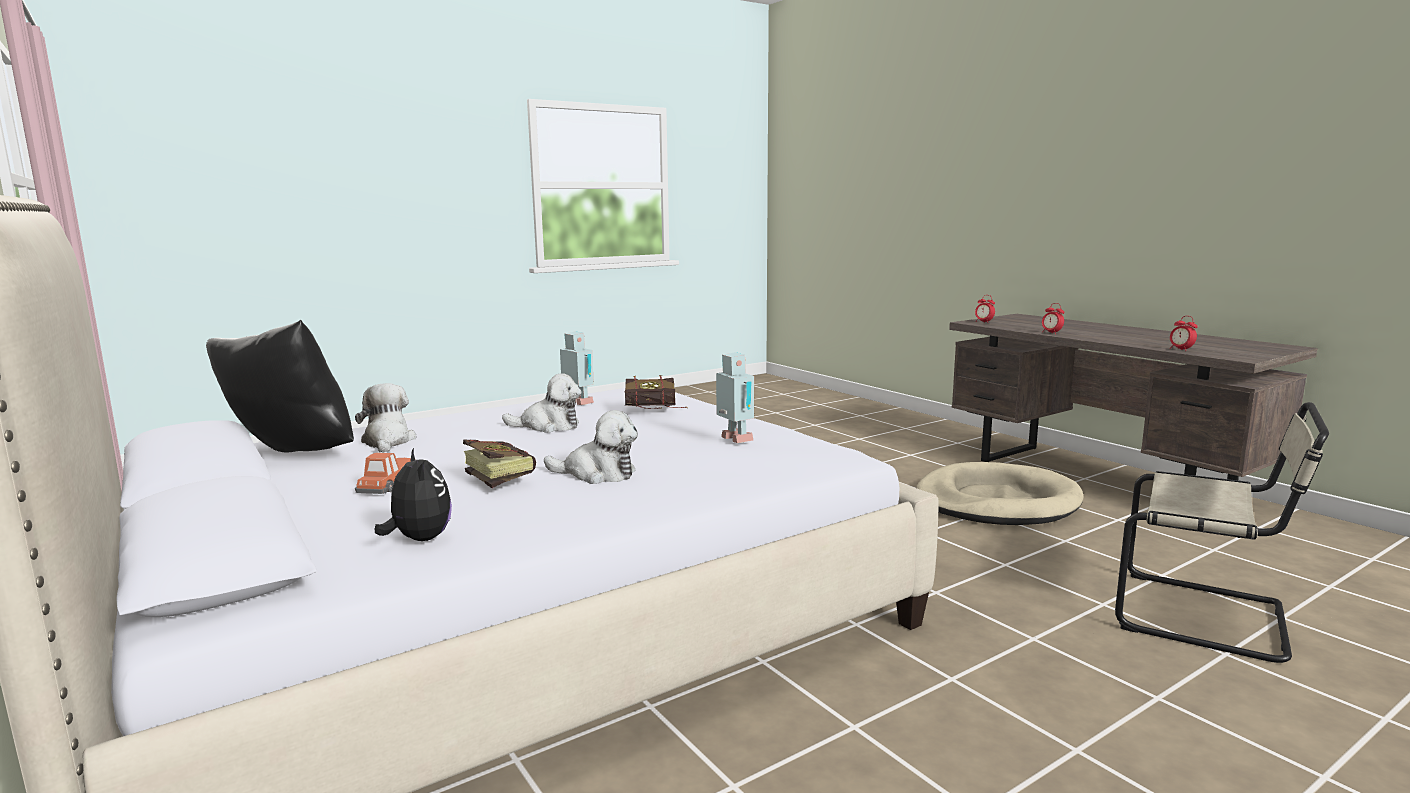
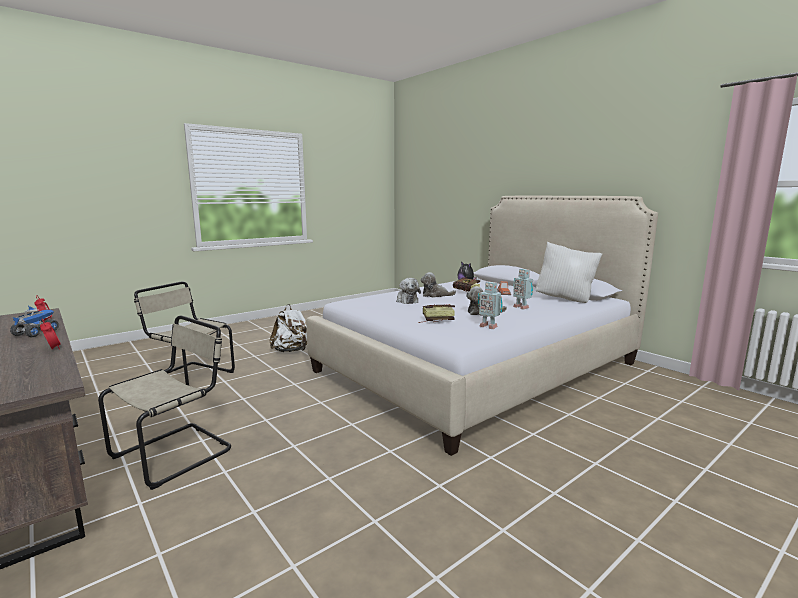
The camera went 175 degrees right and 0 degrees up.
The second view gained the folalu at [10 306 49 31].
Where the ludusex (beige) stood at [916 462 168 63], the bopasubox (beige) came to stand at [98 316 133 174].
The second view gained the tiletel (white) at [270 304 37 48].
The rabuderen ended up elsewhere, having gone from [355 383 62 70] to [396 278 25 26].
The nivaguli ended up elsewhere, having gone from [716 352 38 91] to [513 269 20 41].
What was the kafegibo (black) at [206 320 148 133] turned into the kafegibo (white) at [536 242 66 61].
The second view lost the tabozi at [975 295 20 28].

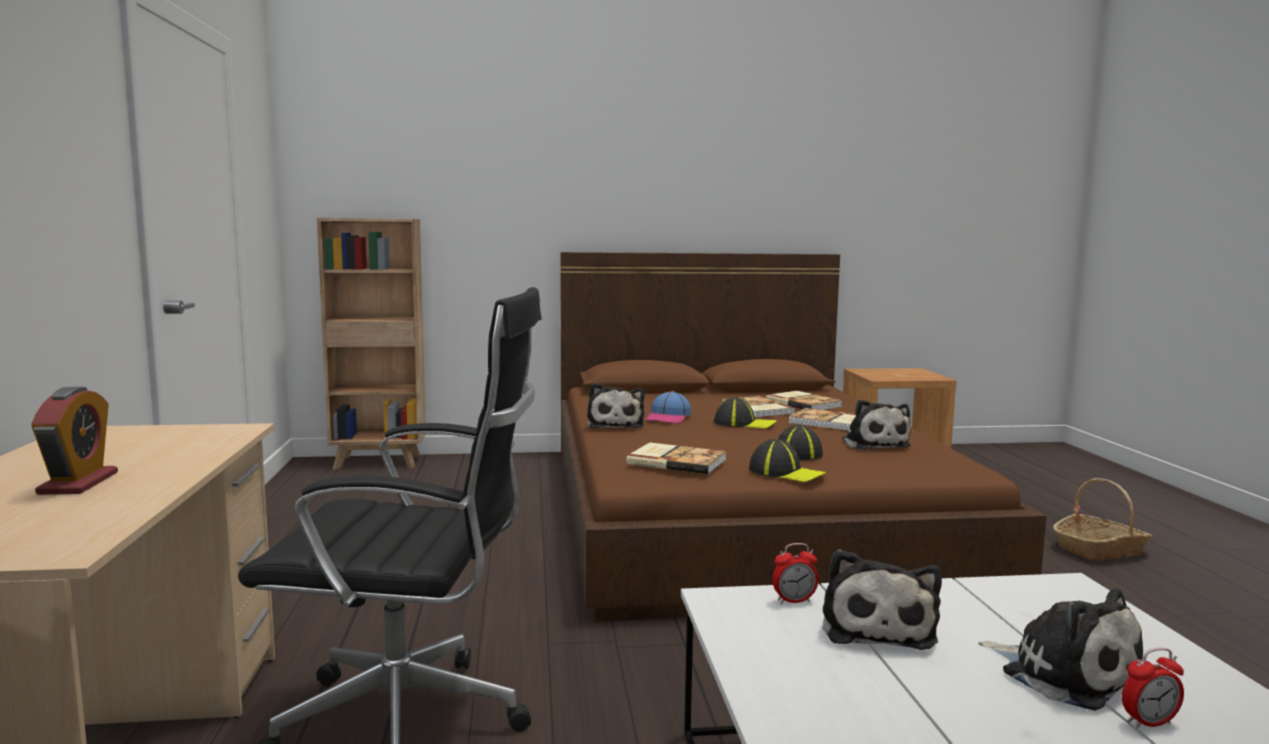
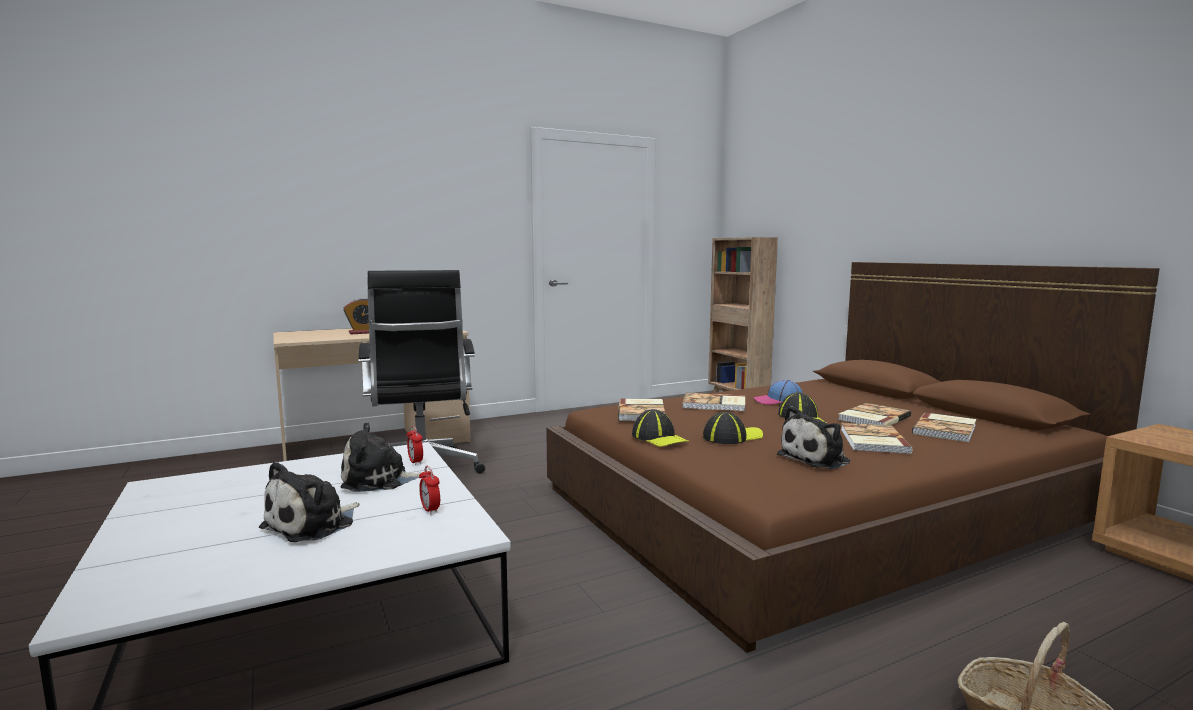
The camera went 70 degrees right and 0 degrees up.
The tabozi ended up elsewhere, having gone from [1122 648 62 81] to [419 466 21 49].
The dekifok at [749 439 78 43] ended up facing another way, 45 degrees counterclockwise from before.
The second view gained the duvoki at [682 393 63 19].
The second view lost the rabuderen at [587 383 57 46].

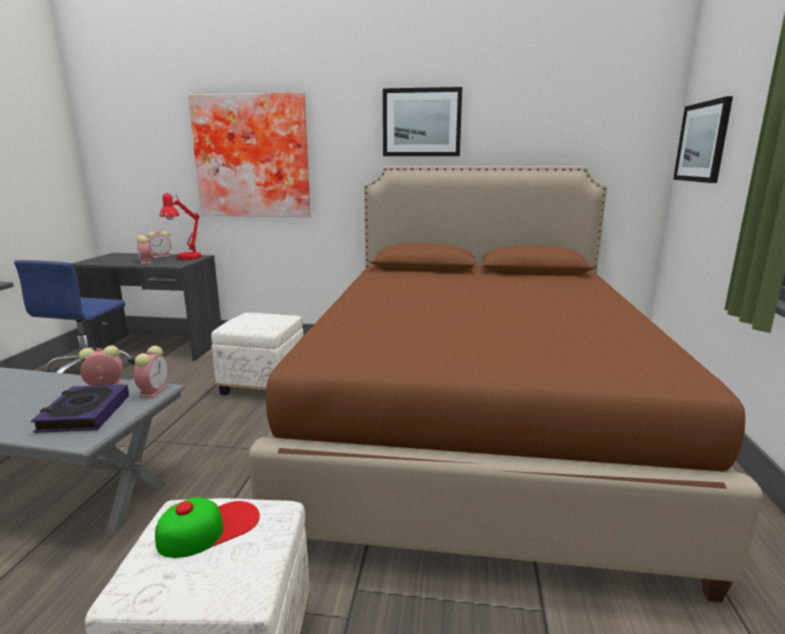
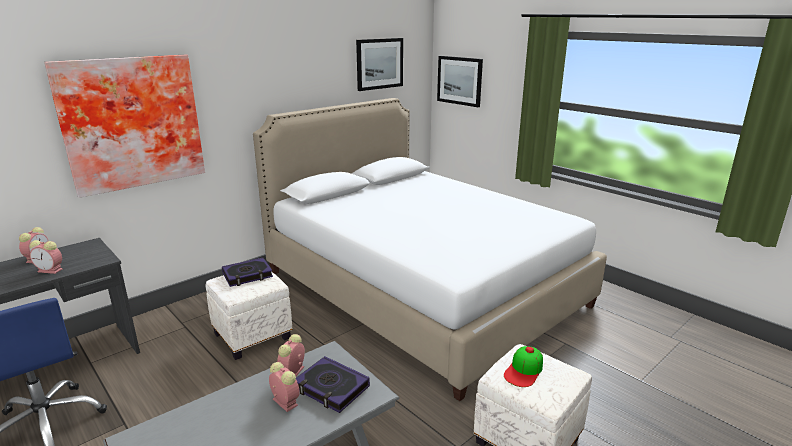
The camera went 50 degrees left and 5 degrees up.
The second view gained the duvoki at [222 258 51 29].
What was the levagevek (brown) at [249 166 514 436] turned into the levagevek (white) at [253 98 354 303].
The tabozi ended up elsewhere, having gone from [134 346 34 52] to [269 362 31 50].
The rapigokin ended up elsewhere, having gone from [383 87 79 69] to [356 38 47 53].
The dekifok at [155 497 105 61] ended up facing another way, 150 degrees counterclockwise from before.
The second view lost the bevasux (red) at [160 193 41 67].

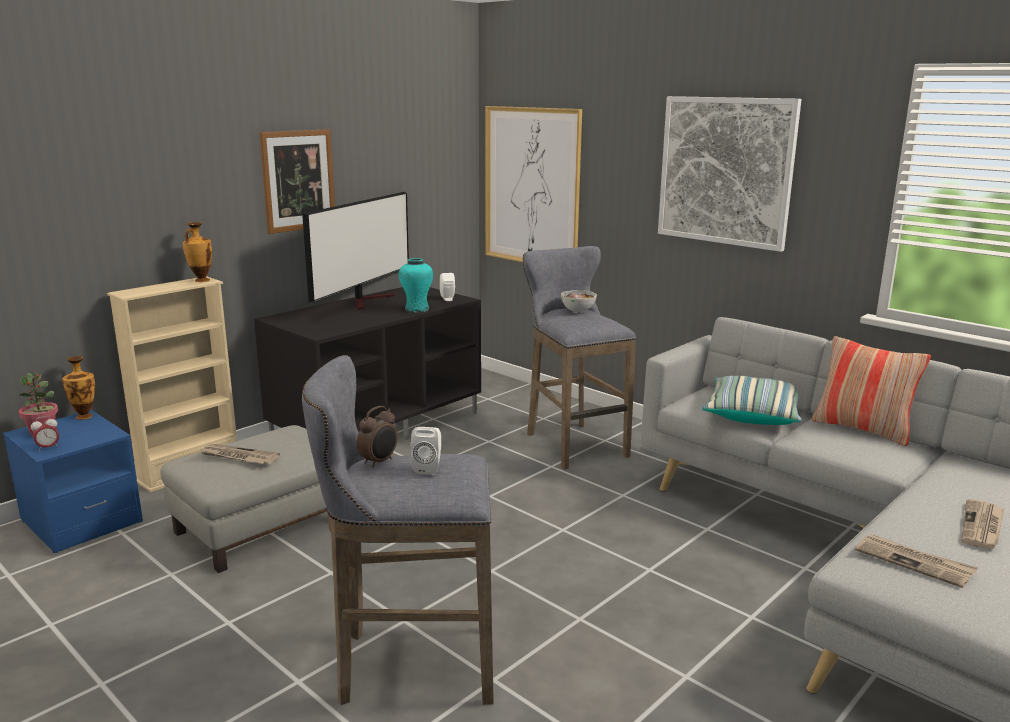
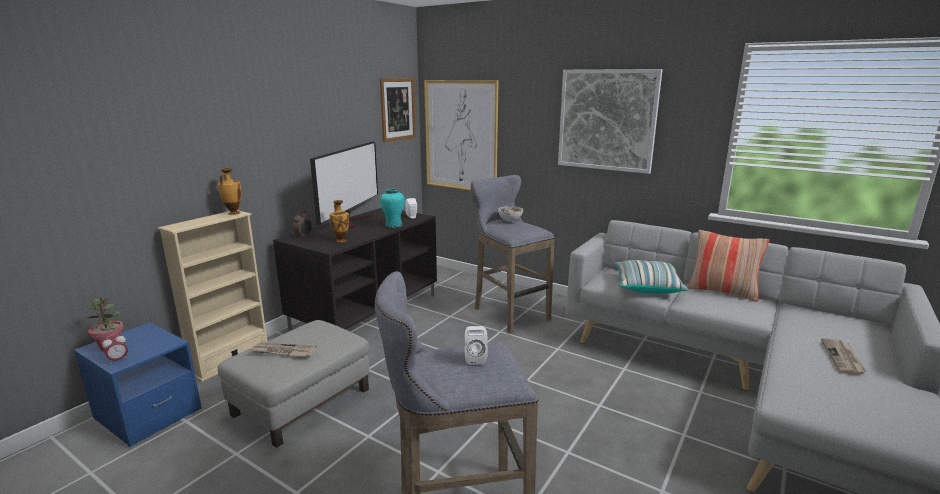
The camera went 10 degrees left and 0 degrees up.
The tabozi ended up elsewhere, having gone from [357 406 41 62] to [293 211 19 28].
The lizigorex ended up elsewhere, having gone from [62 356 33 64] to [329 200 20 43].
The rapigokin ended up elsewhere, having gone from [259 129 76 105] to [380 78 36 64].
The second view lost the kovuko at [855 534 123 54].

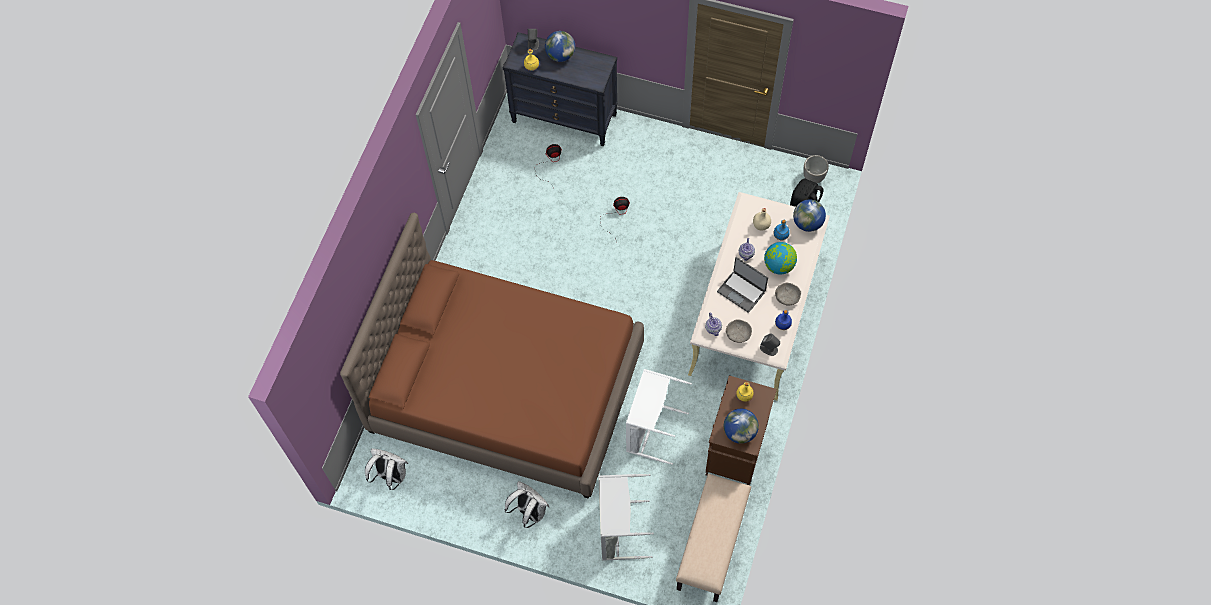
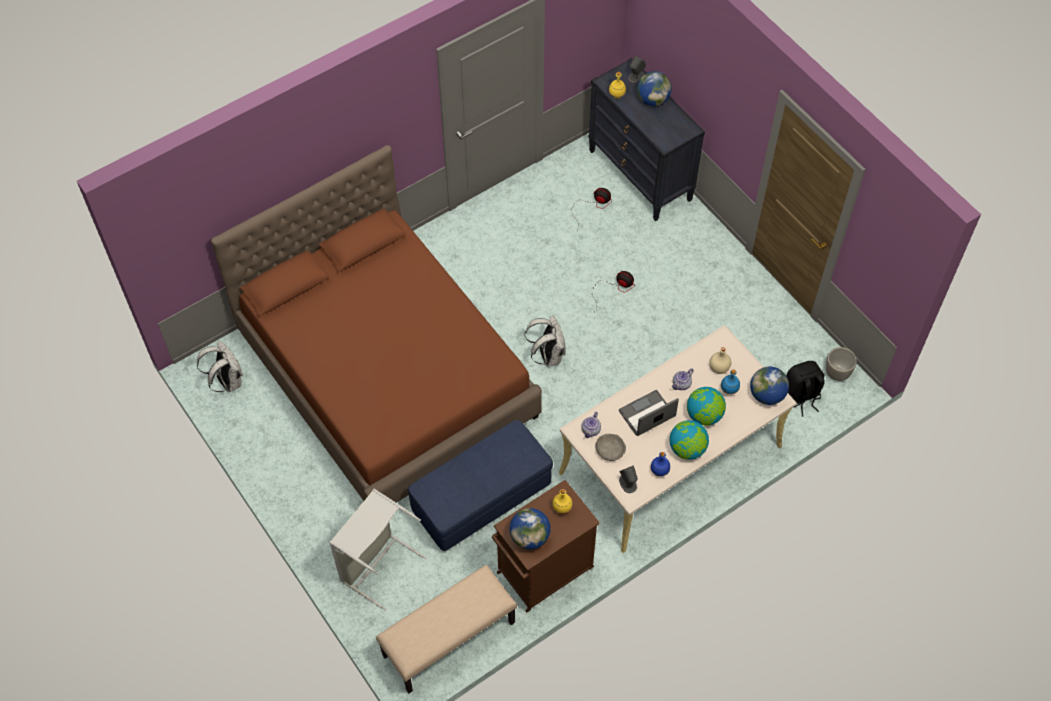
The camera went 35 degrees right and 5 degrees down.
Where the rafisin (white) stood at [626 369 66 96], the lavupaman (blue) came to stand at [408 420 145 131].
The tiletel (white) ended up elsewhere, having gone from [504 481 45 47] to [525 315 41 52].
The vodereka at [717 257 51 56] ended up facing another way, 75 degrees clockwise from before.
Where the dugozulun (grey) stood at [775 283 26 22], the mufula came to stand at [669 420 40 40].

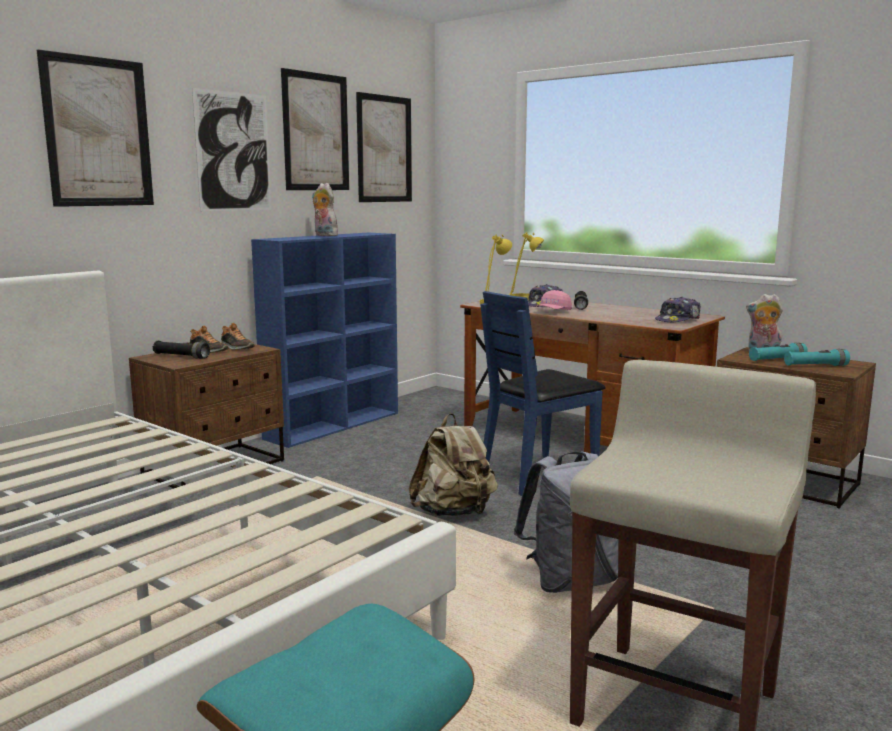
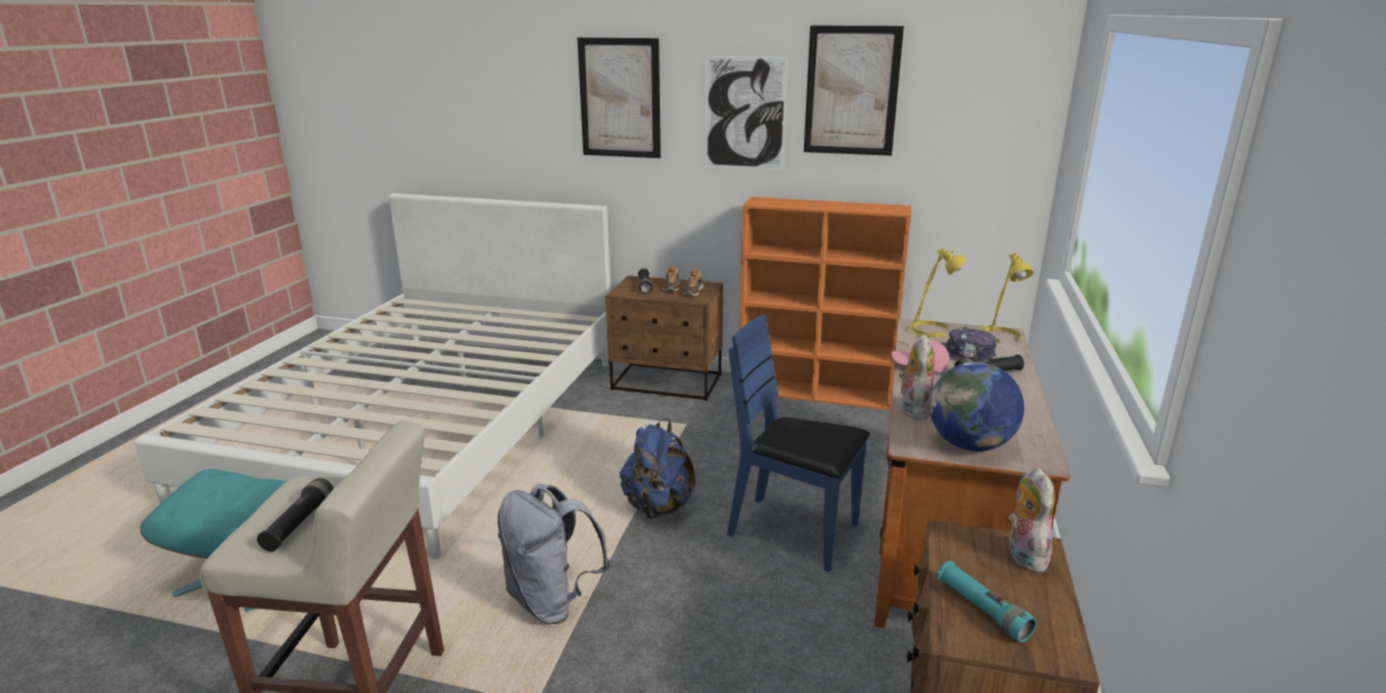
The camera went 65 degrees right and 10 degrees up.
The second view gained the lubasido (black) at [257 478 76 74].
What was the tiletel (beige) at [409 413 89 103] turned into the tiletel (blue) at [620 418 75 101].
What was the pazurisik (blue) at [251 233 147 215] turned into the pazurisik (orange) at [739 197 172 213].
The rabuderen ended up elsewhere, having gone from [312 183 27 53] to [899 334 35 86].
Where the dekifok stood at [655 297 46 25], the mufula came to stand at [930 362 94 89].
The second view lost the rapigokin at [356 92 56 110].
The second view lost the lubasido (turquoise) at [749 343 59 18].

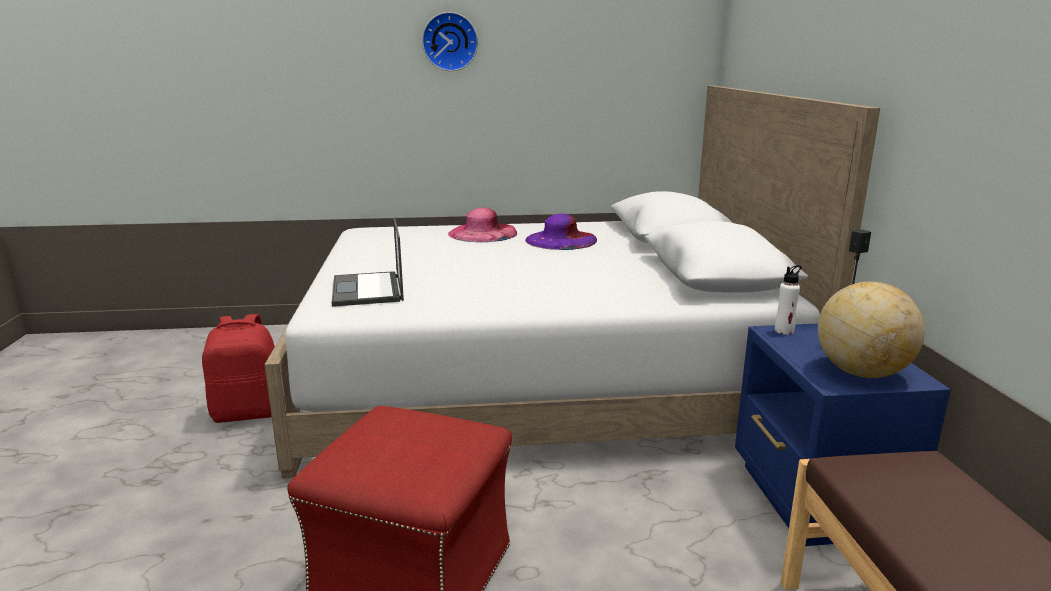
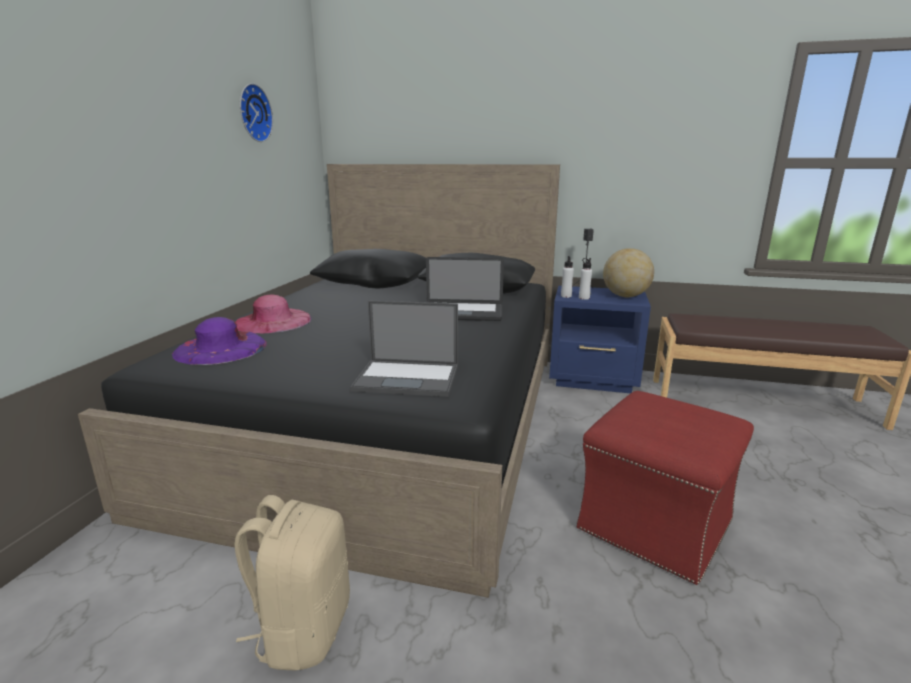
The camera went 70 degrees left and 0 degrees up.
What was the levagevek (white) at [264 86 616 392] turned into the levagevek (black) at [78 164 482 434].
The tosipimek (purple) ended up elsewhere, having gone from [525 214 72 36] to [172 317 95 48].
What was the tiletel (red) at [202 314 73 109] turned into the tiletel (beige) at [234 495 116 175].
The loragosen ended up elsewhere, having gone from [422 12 56 59] to [240 83 33 59].
The second view gained the vodereka at [426 257 78 64].
The second view gained the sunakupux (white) at [579 258 13 42].

